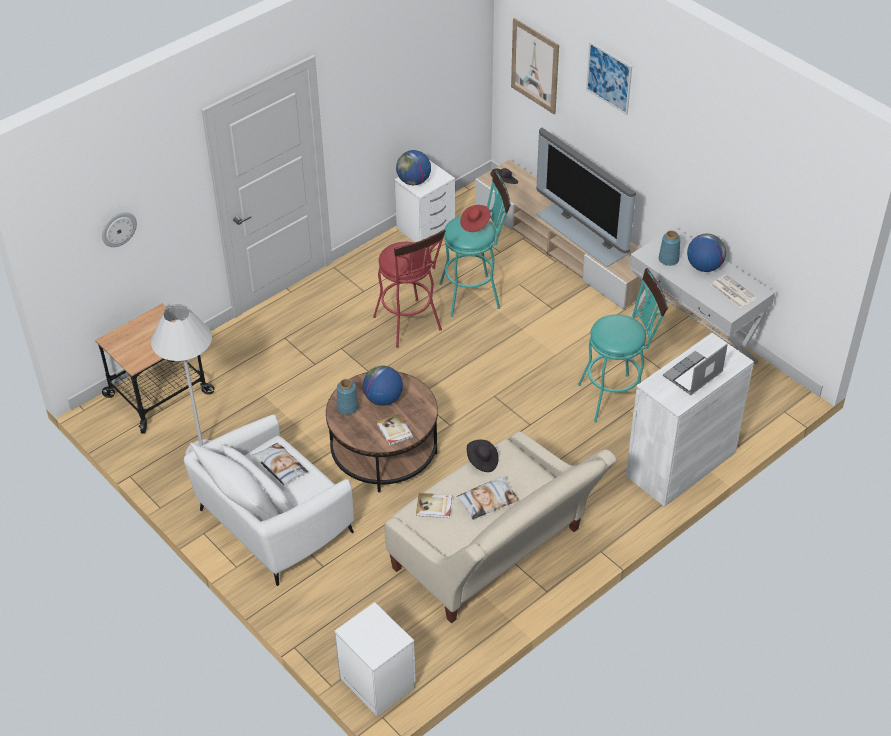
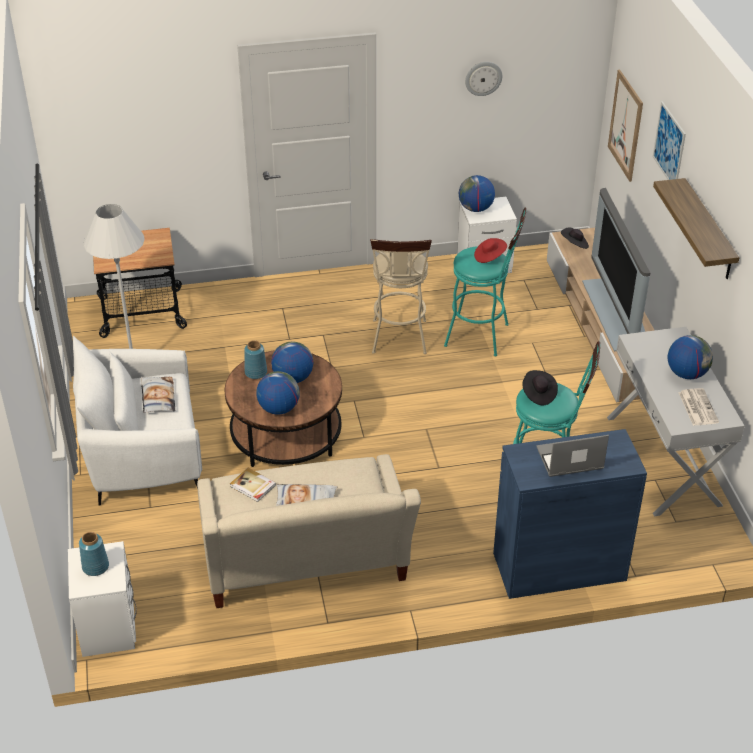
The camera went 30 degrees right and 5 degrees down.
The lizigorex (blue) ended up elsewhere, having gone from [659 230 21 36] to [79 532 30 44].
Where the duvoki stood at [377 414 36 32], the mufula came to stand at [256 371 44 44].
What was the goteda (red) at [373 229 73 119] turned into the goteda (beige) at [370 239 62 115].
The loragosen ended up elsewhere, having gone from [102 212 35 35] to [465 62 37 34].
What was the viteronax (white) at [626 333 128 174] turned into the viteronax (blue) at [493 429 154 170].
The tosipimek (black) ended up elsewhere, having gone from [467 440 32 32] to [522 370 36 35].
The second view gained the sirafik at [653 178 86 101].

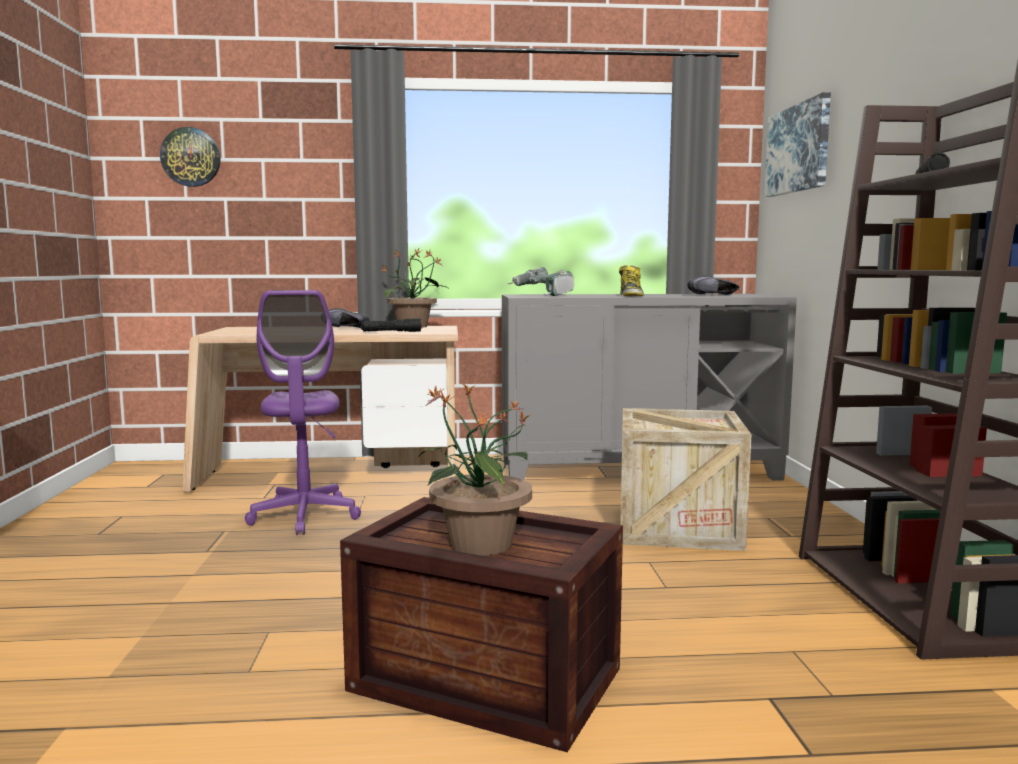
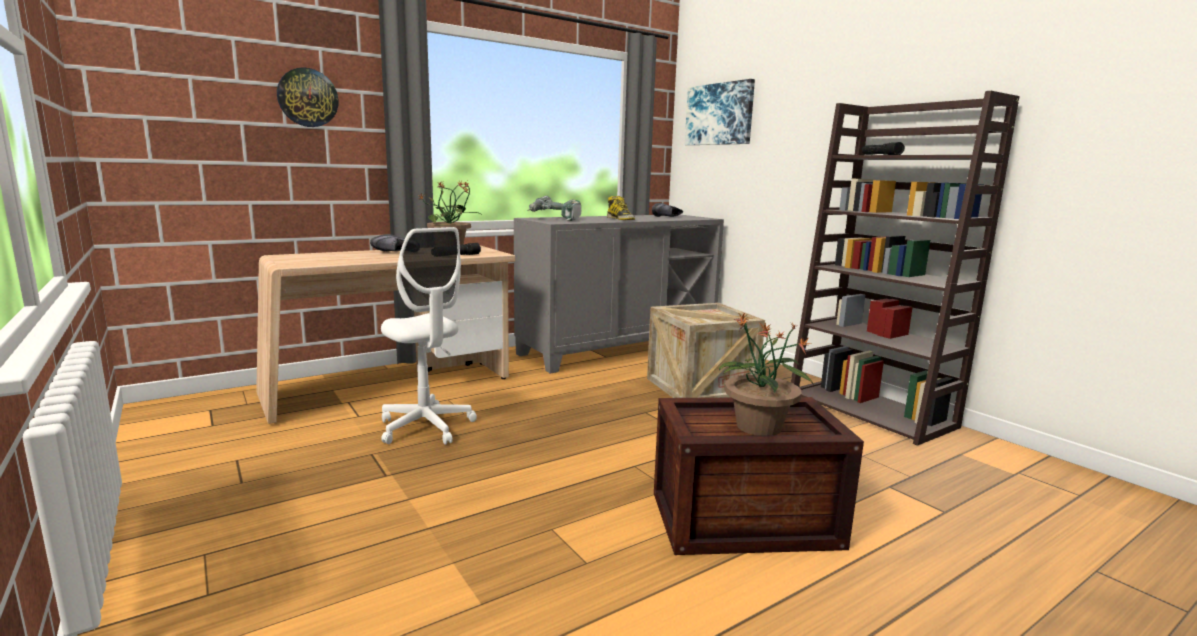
The camera went 30 degrees left and 5 degrees up.
The loragosen ended up elsewhere, having gone from [160 127 61 60] to [277 67 62 60].
What was the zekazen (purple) at [245 290 116 245] turned into the zekazen (white) at [381 227 96 218].

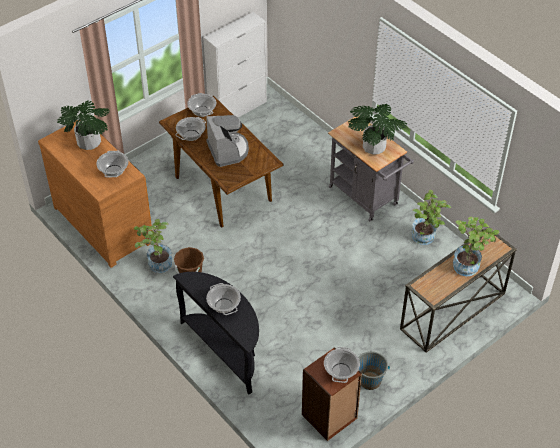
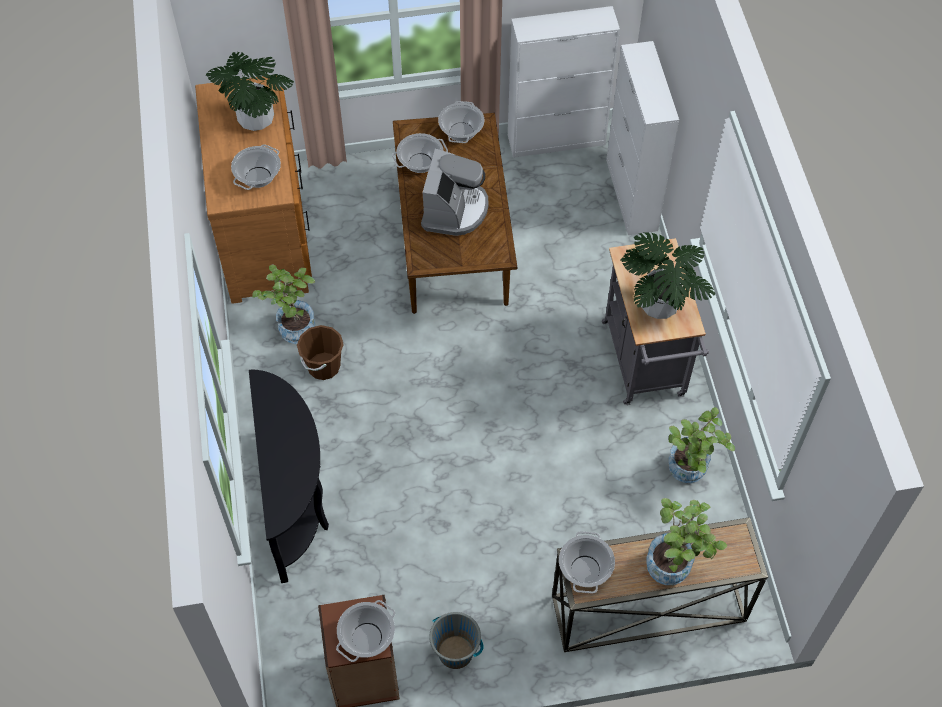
The camera went 30 degrees right and 10 degrees up.
The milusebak ended up elsewhere, having gone from [206 283 35 32] to [559 531 56 62].
The second view gained the viteronax (white) at [606 41 73 194].

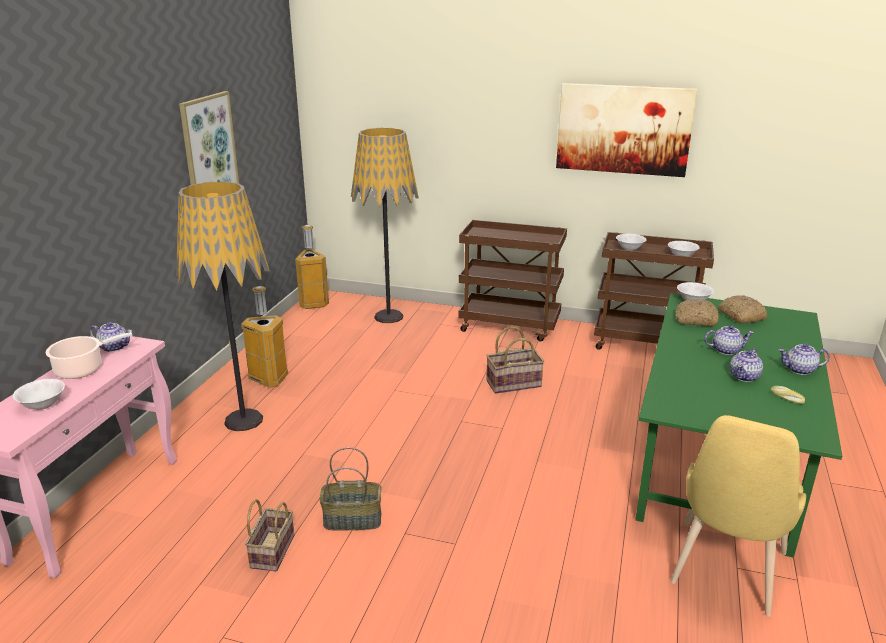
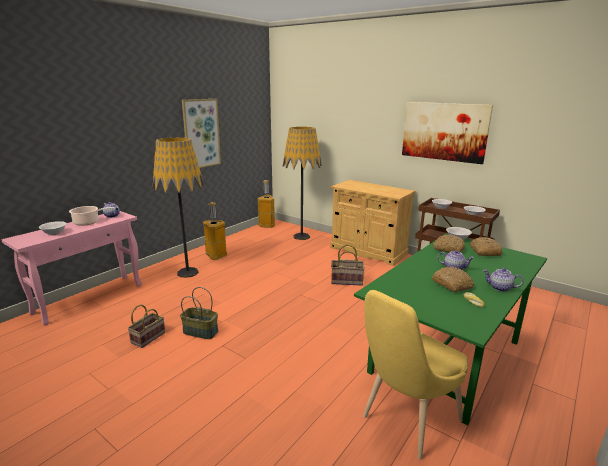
The camera went 20 degrees right and 5 degrees down.
Where the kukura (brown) stood at [458 220 109 122], the viteronax (beige) came to stand at [330 180 85 86].
Where the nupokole stood at [730 348 33 34], the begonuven came to stand at [432 267 42 25].

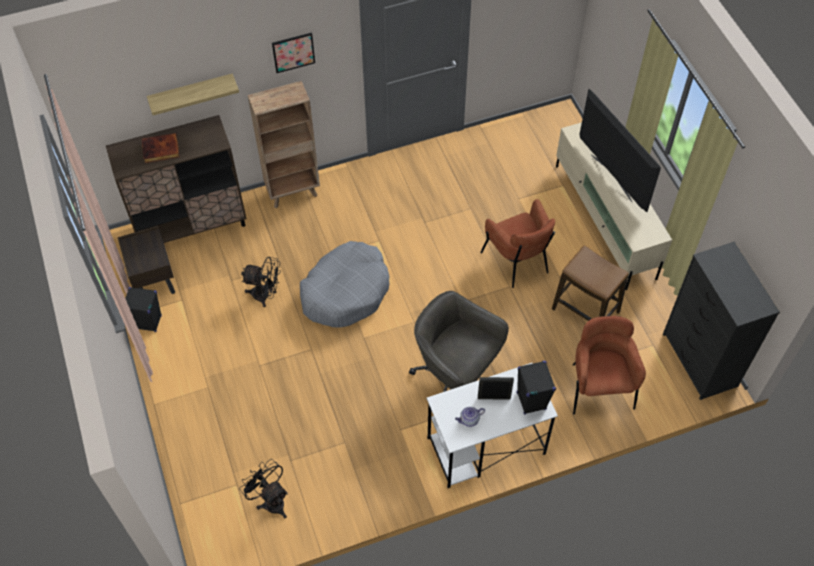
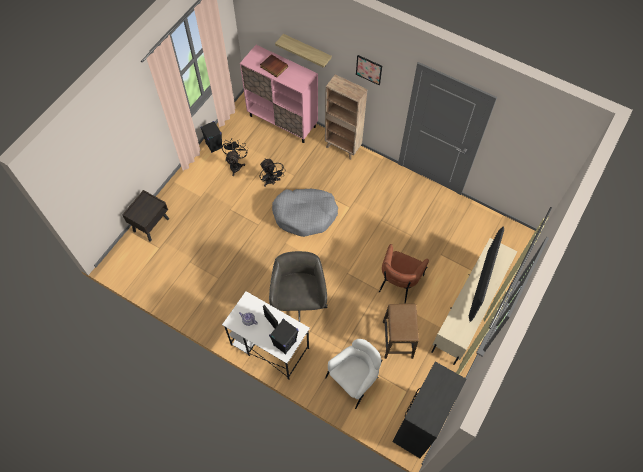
The camera went 50 degrees right and 5 degrees up.
The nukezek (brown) ended up elsewhere, having gone from [118 226 57 68] to [122 190 47 52].
The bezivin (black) ended up elsewhere, having gone from [239 459 49 59] to [222 138 26 38].
What was the viteronax (brown) at [106 115 140 128] turned into the viteronax (pink) at [240 45 78 98].
What was the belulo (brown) at [573 316 73 99] turned into the belulo (white) at [325 339 57 70].

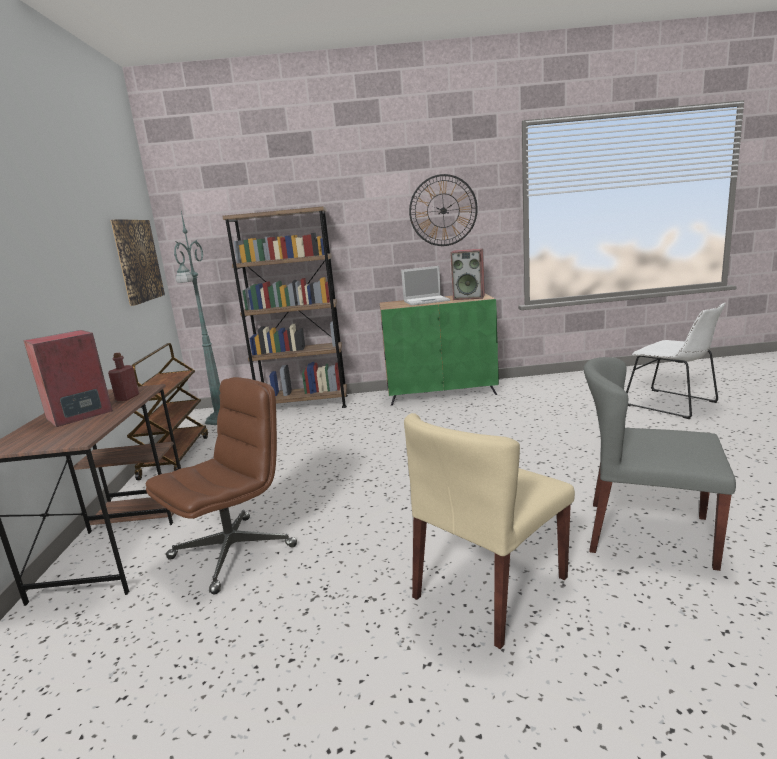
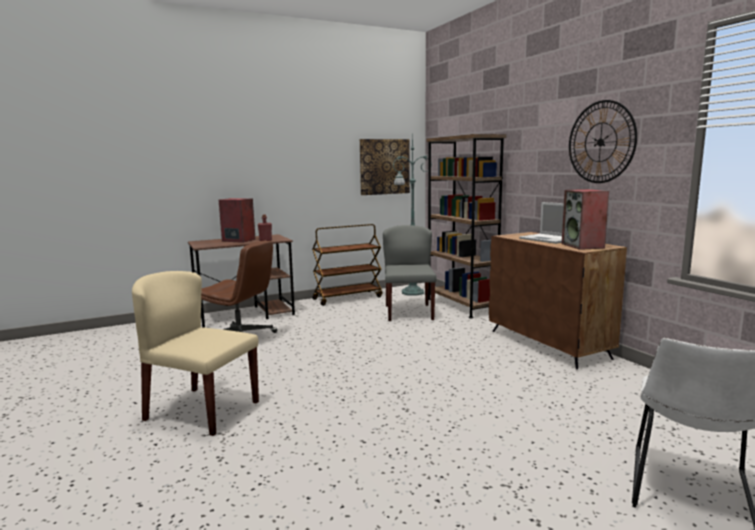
The camera went 65 degrees right and 5 degrees down.
The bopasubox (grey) ended up elsewhere, having gone from [584 357 152 214] to [383 225 54 96].
What was the viteronax (green) at [380 293 119 113] turned into the viteronax (brown) at [489 232 138 137].

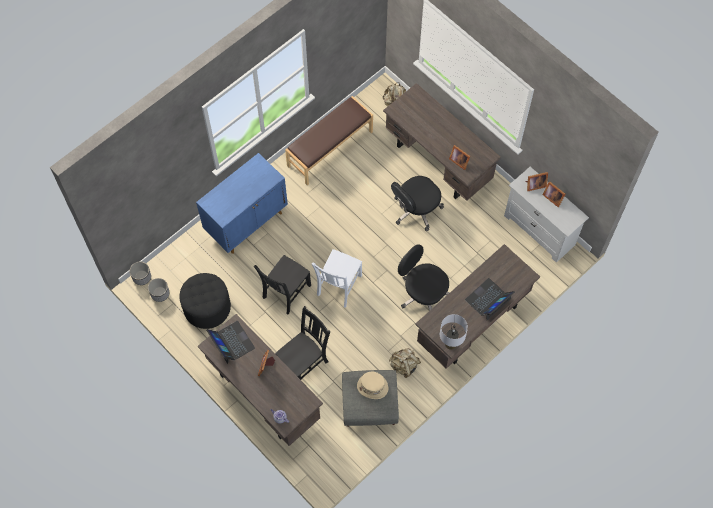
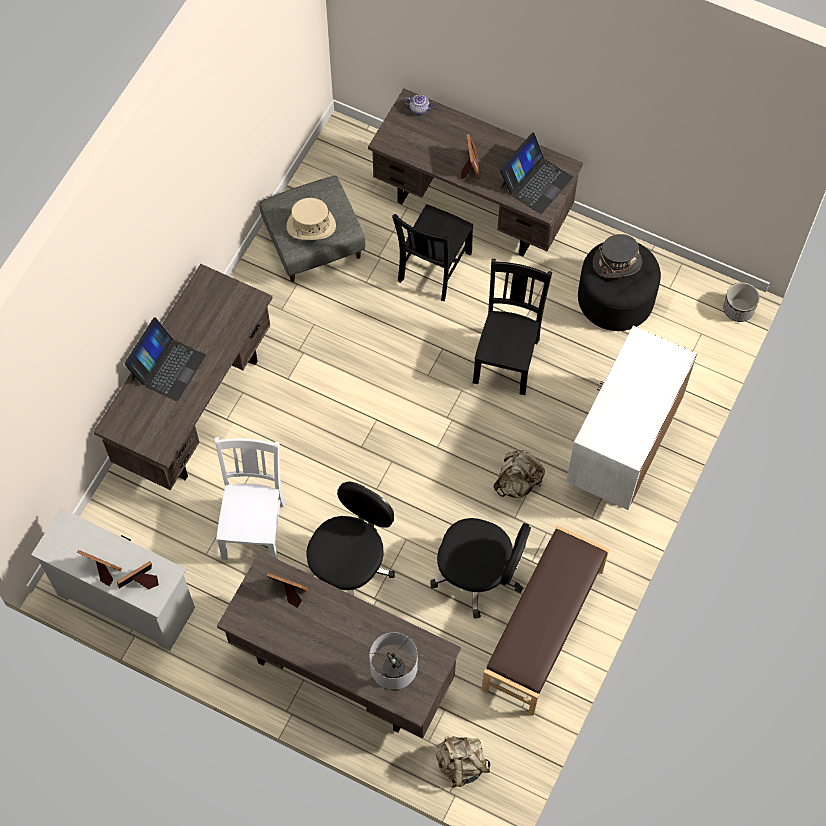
The camera went 160 degrees right and 0 degrees up.
The bopasubox (white) ended up elsewhere, having gone from [312 249 50 59] to [215 437 70 123].
The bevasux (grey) ended up elsewhere, having gone from [440 314 28 36] to [370 632 48 59].
The zekazen (black) ended up elsewhere, having gone from [398 244 52 67] to [430 518 101 101].
The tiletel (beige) ended up elsewhere, having gone from [389 348 32 30] to [493 450 52 48].
The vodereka at [206 321 49 43] ended up facing another way, 90 degrees counterclockwise from before.
What was the viteronax (blue) at [196 153 92 101] turned into the viteronax (white) at [566 326 131 184].
The second view gained the tosipimek (grey) at [592 234 50 44].
The second view lost the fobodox at [148 278 21 24].

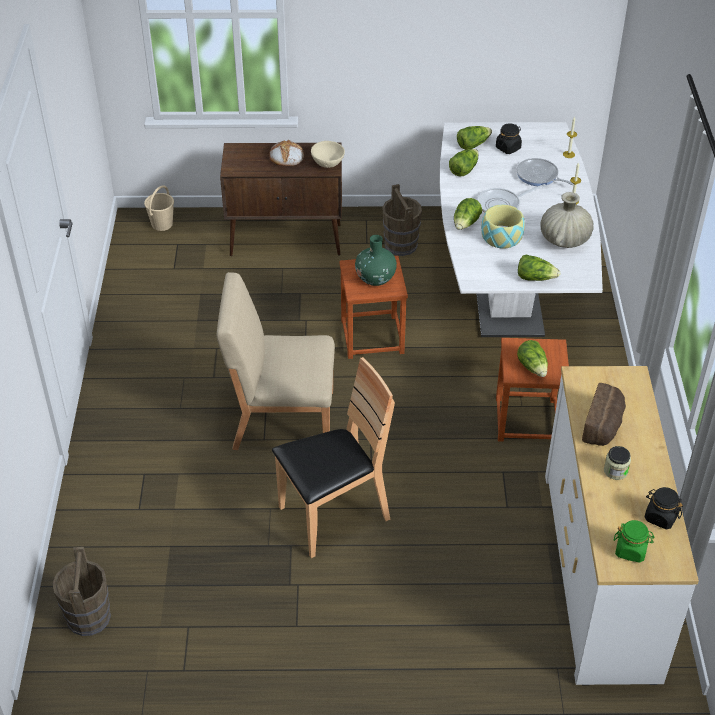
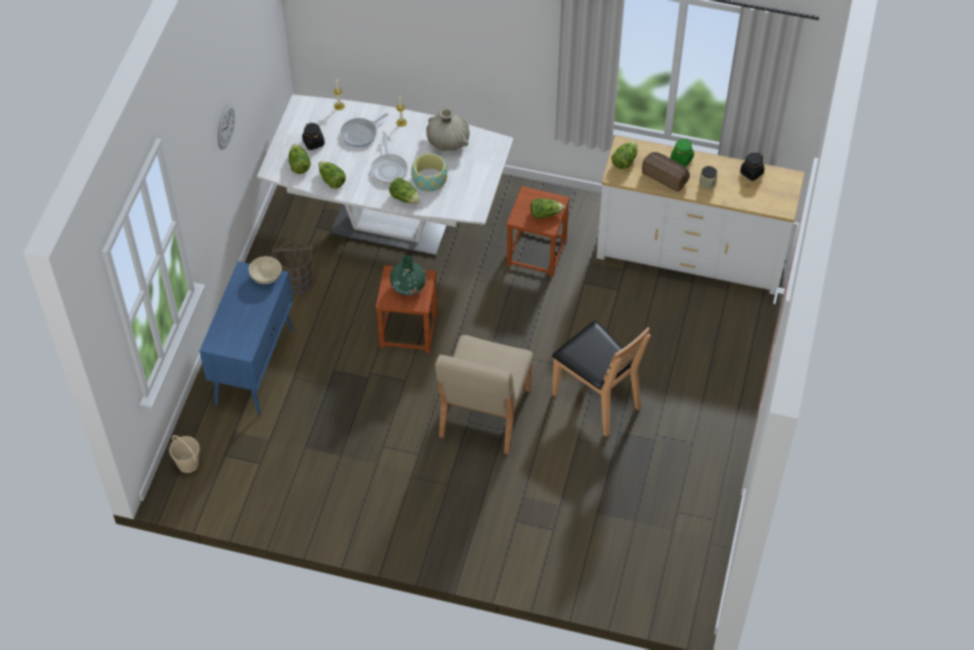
The camera went 75 degrees left and 10 degrees up.
What was the viteronax (brown) at [220 143 122 113] turned into the viteronax (blue) at [199 261 95 154].
The second view gained the loragosen at [218 104 17 46].
The bopasubox (brown) at [272 357 123 201] ended up facing another way, 150 degrees clockwise from before.
The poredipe ended up elsewhere, having gone from [518 254 42 27] to [612 141 25 28].
The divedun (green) ended up elsewhere, having gone from [614 520 41 43] to [671 139 23 28].
The second view lost the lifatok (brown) at [53 547 58 89].
The second view lost the begonuven at [270 140 34 26].

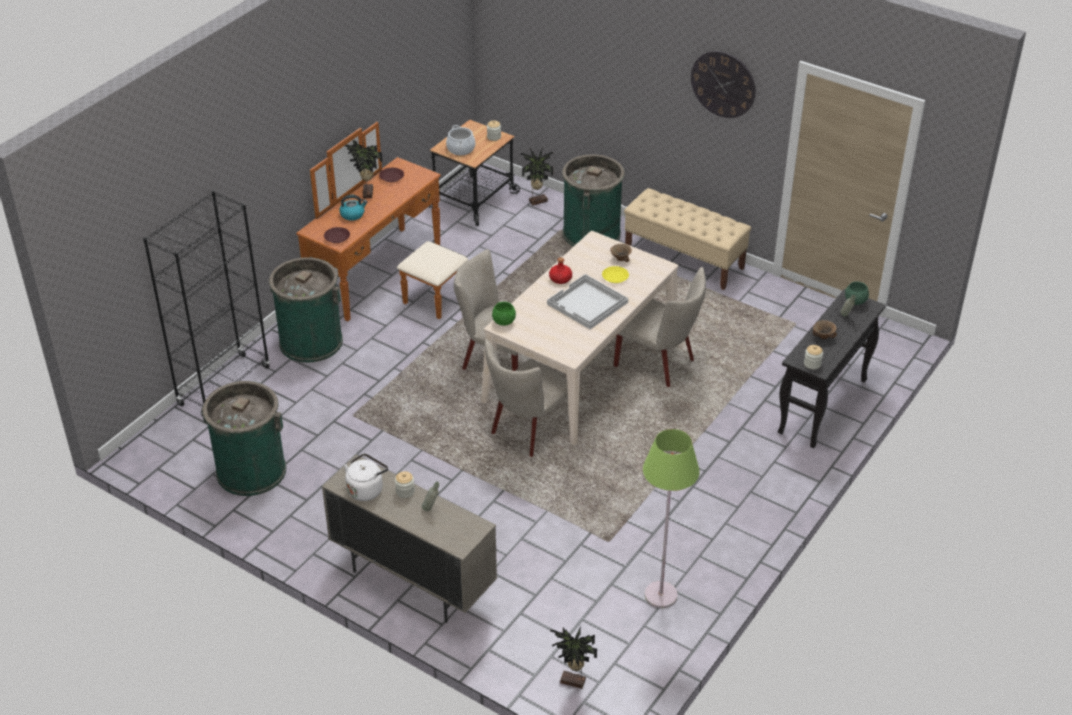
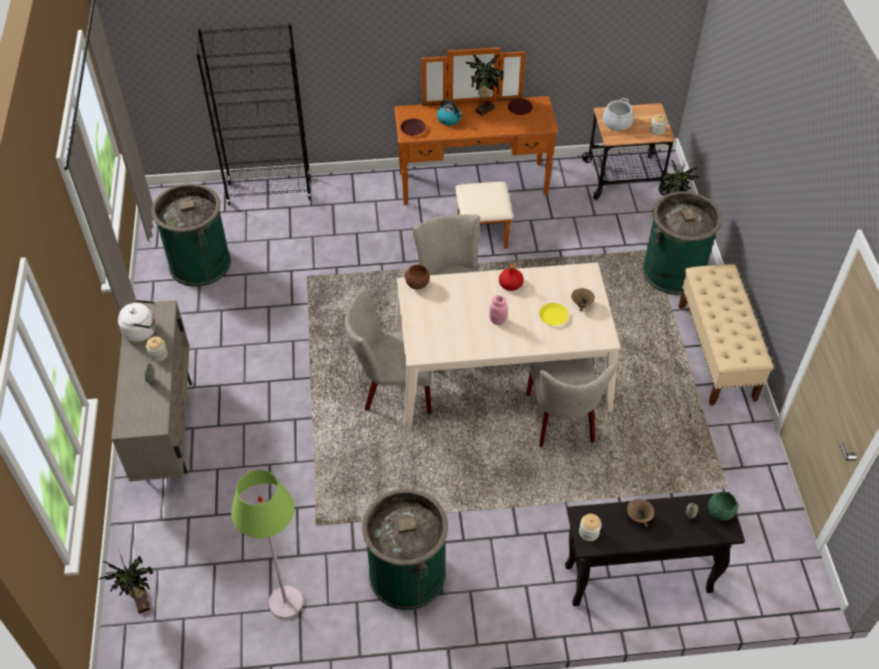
The camera went 50 degrees right and 10 degrees up.
The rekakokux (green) ended up elsewhere, having gone from [269 257 74 106] to [362 489 86 121].
What was the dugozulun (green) at [492 302 24 24] turned into the dugozulun (brown) at [405 264 25 25].
Where the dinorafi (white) stood at [547 274 81 55], the divedun (pink) came to stand at [489 295 19 30].
The second view lost the loragosen at [691 51 65 67].

